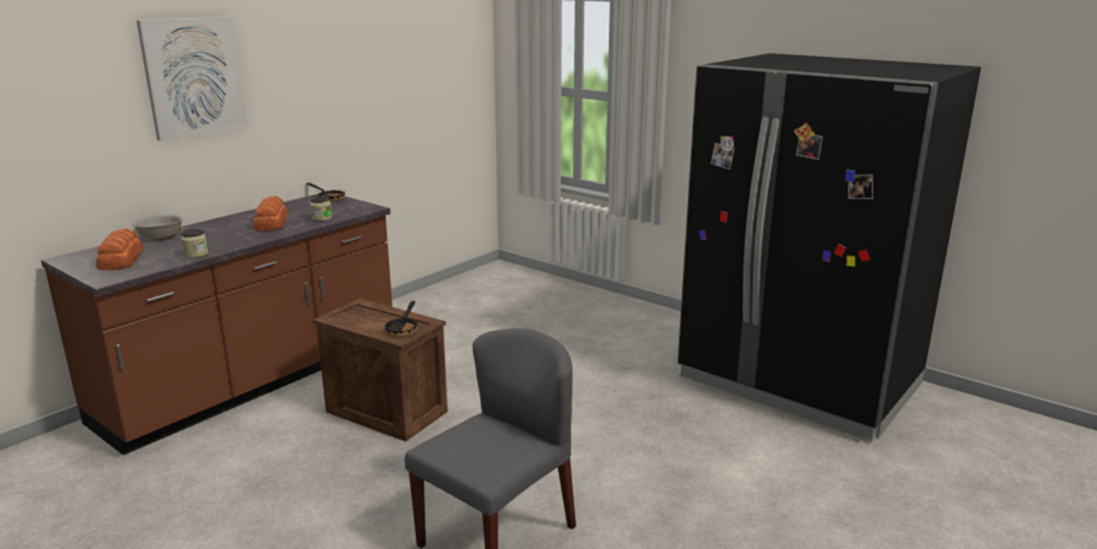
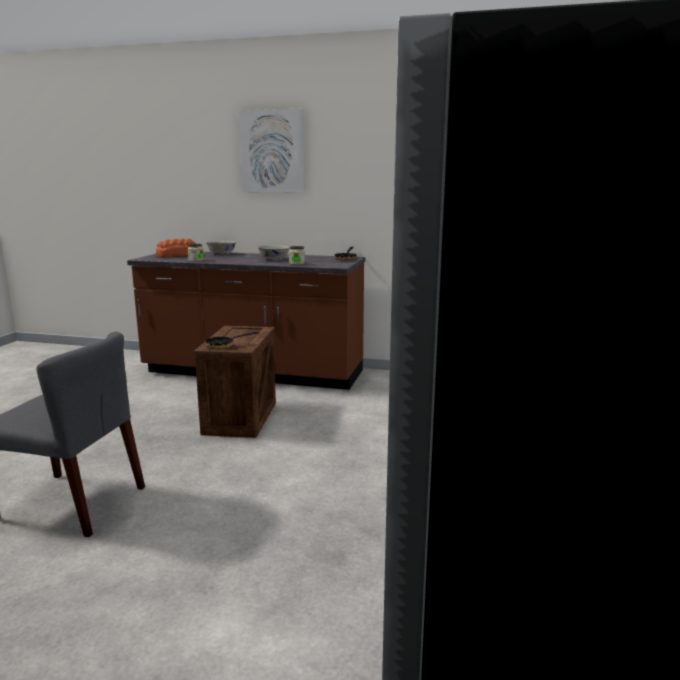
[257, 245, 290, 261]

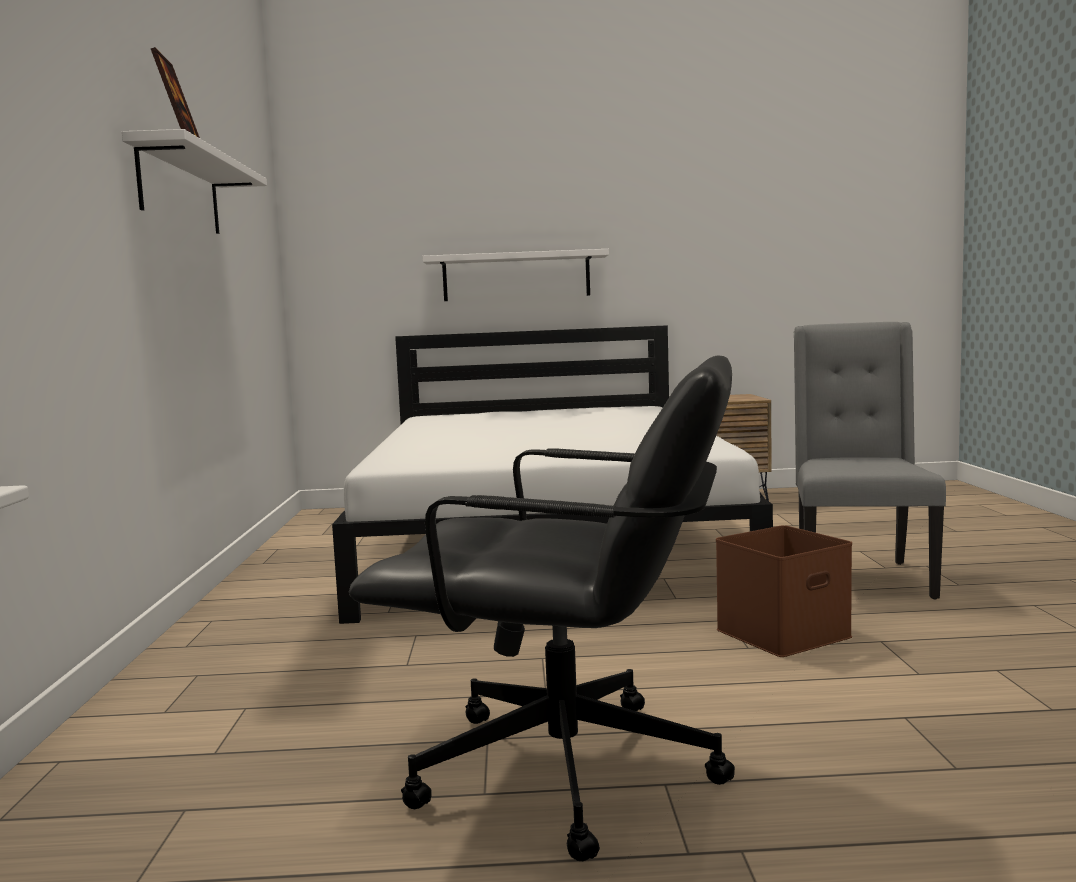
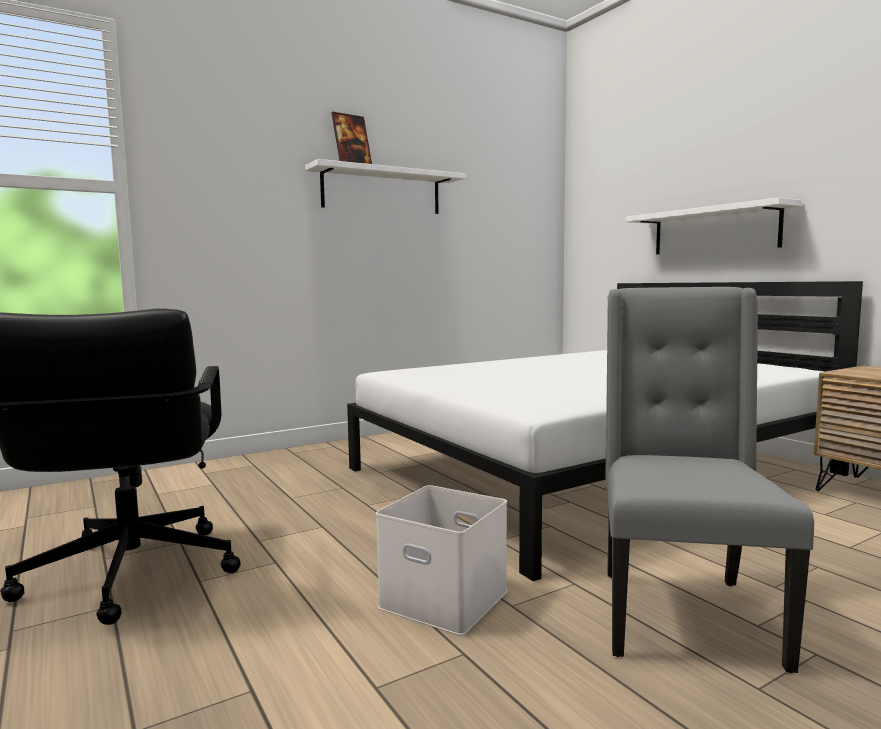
[376, 485, 507, 636]
[605, 287, 814, 673]

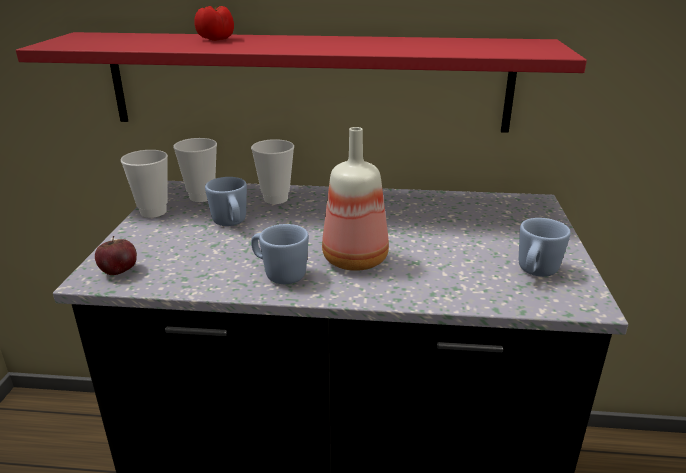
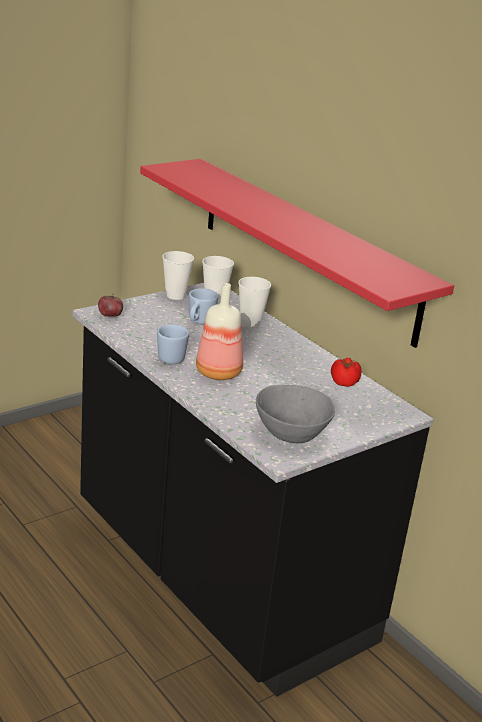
[256, 385, 335, 443]
[331, 358, 361, 387]

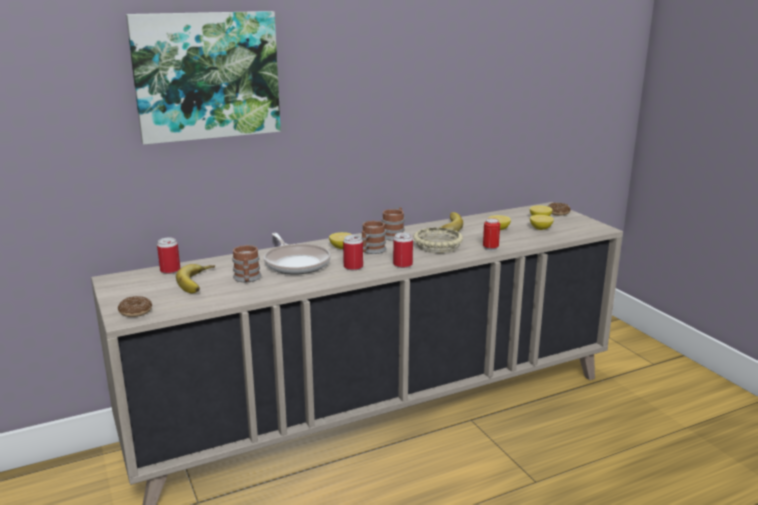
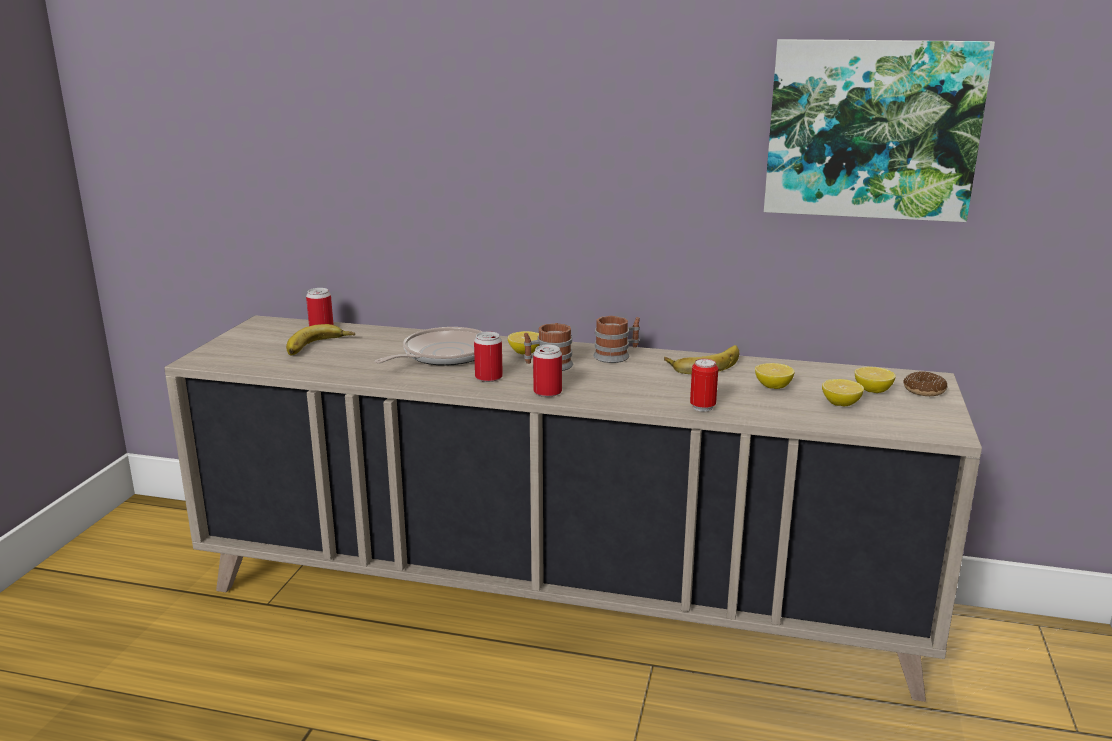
[375, 327, 483, 366]
[764, 39, 995, 222]
[118, 296, 152, 317] (first image)
[232, 245, 261, 282] (first image)
[413, 227, 463, 253] (first image)

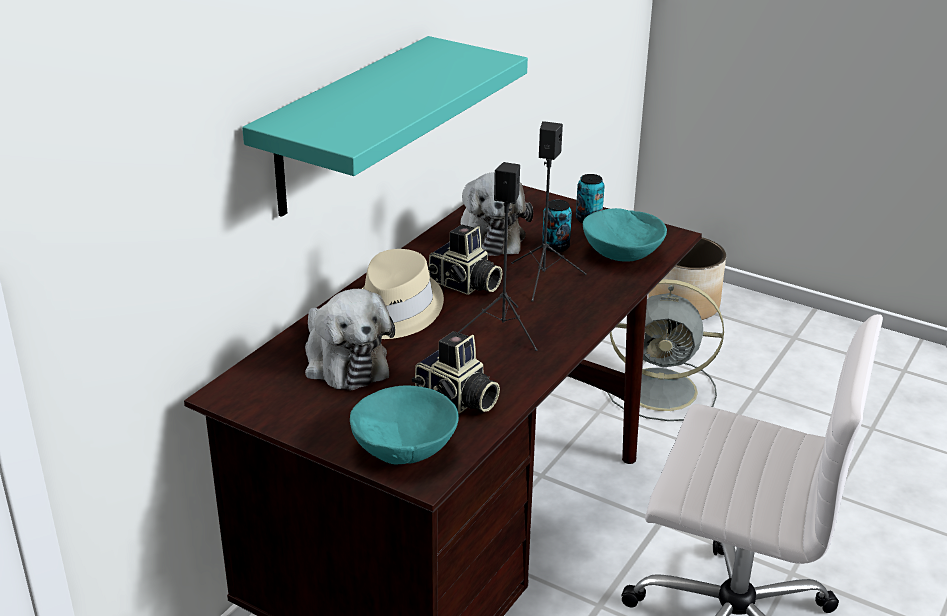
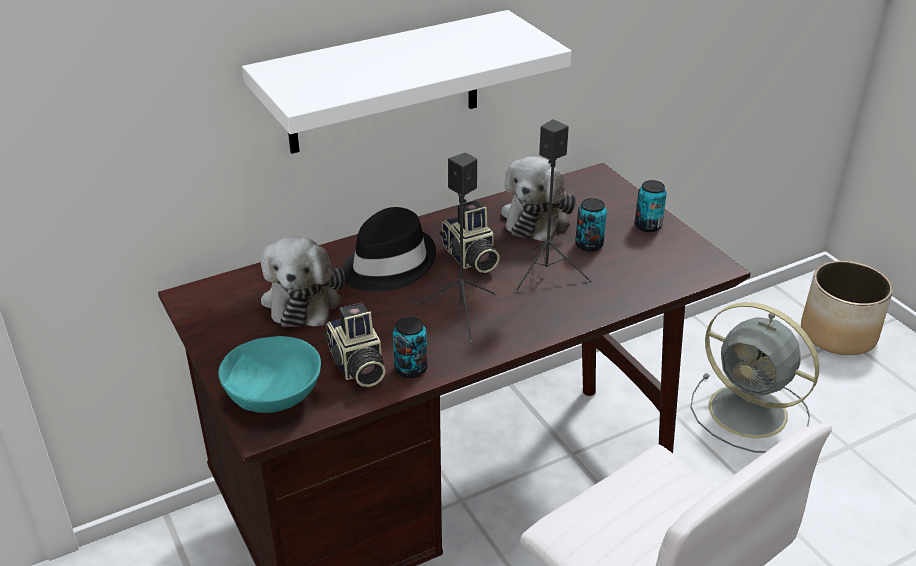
[242, 10, 572, 154]
[342, 207, 436, 291]
[393, 317, 427, 378]
[583, 208, 667, 262] (first image)

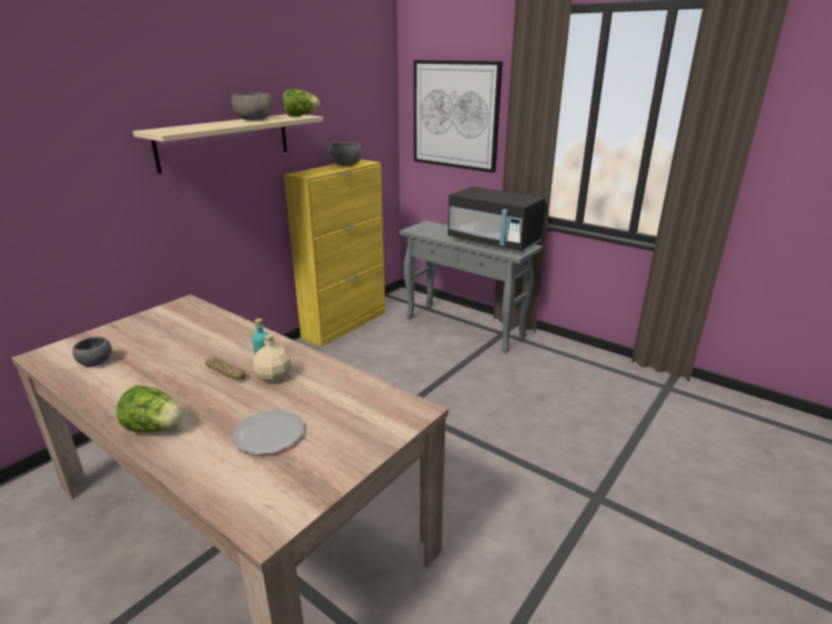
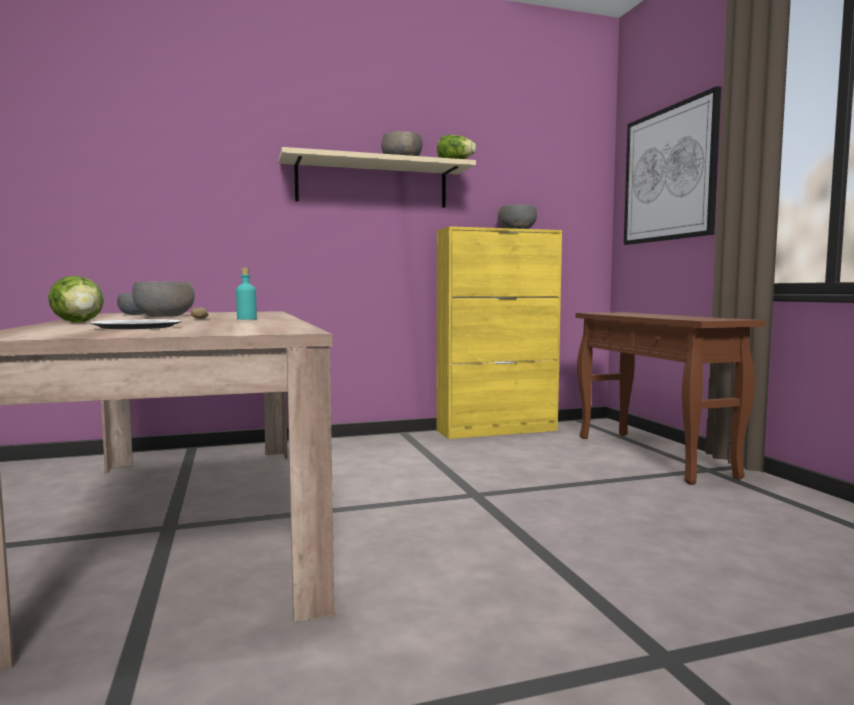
[132, 281, 195, 317]
[576, 312, 765, 485]
[253, 334, 292, 383] (first image)
[448, 186, 545, 252] (first image)

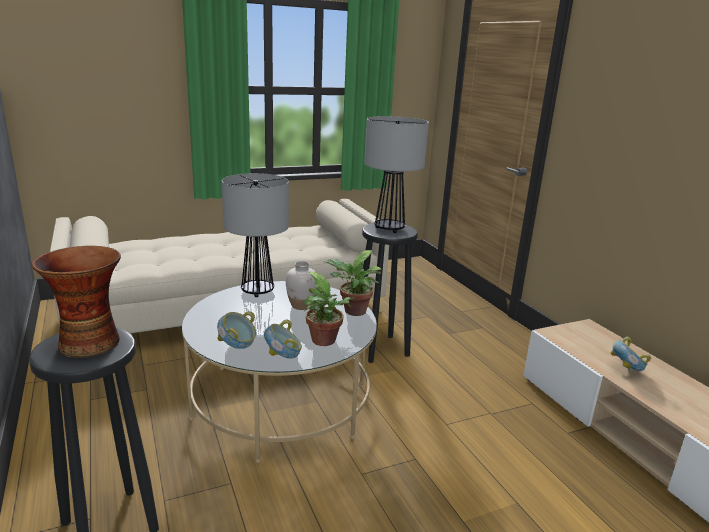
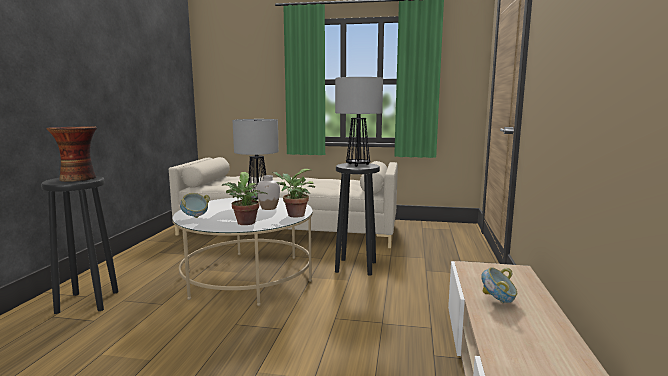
[264, 320, 302, 359] (first image)

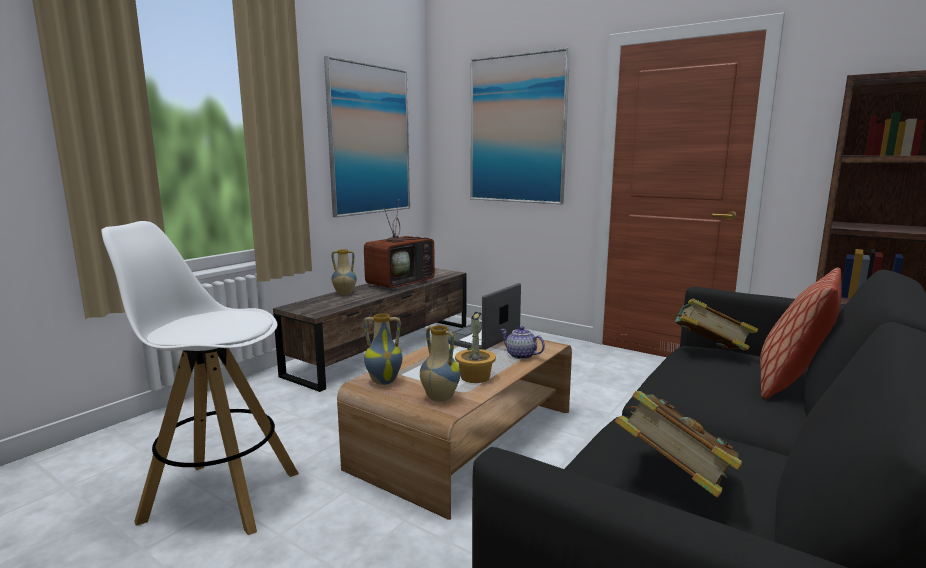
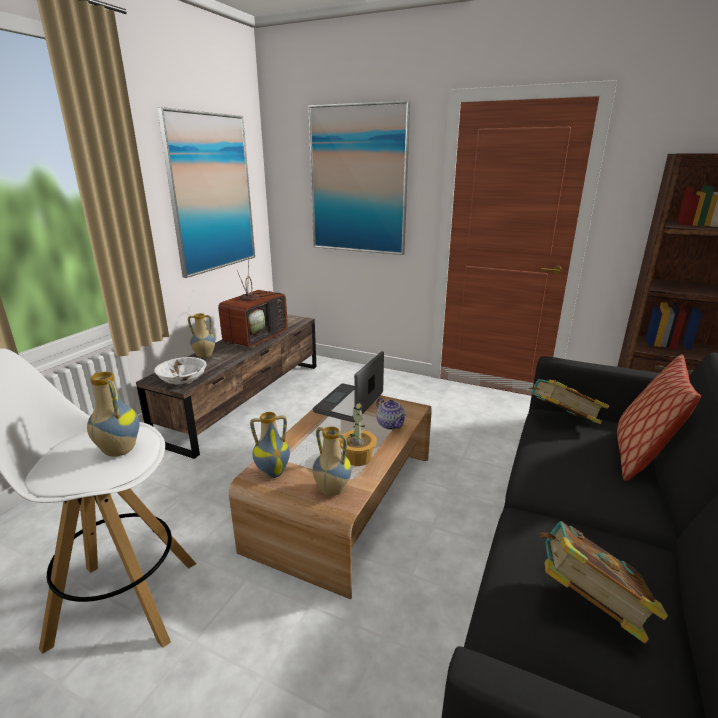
[87, 372, 140, 457]
[155, 357, 207, 385]
[376, 397, 406, 430]

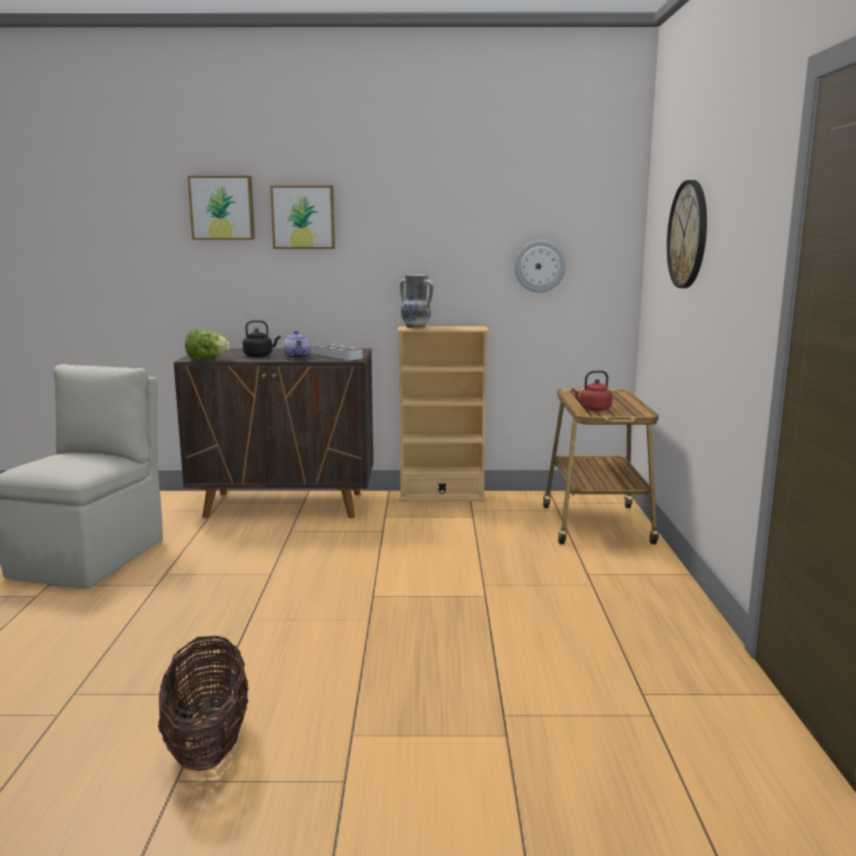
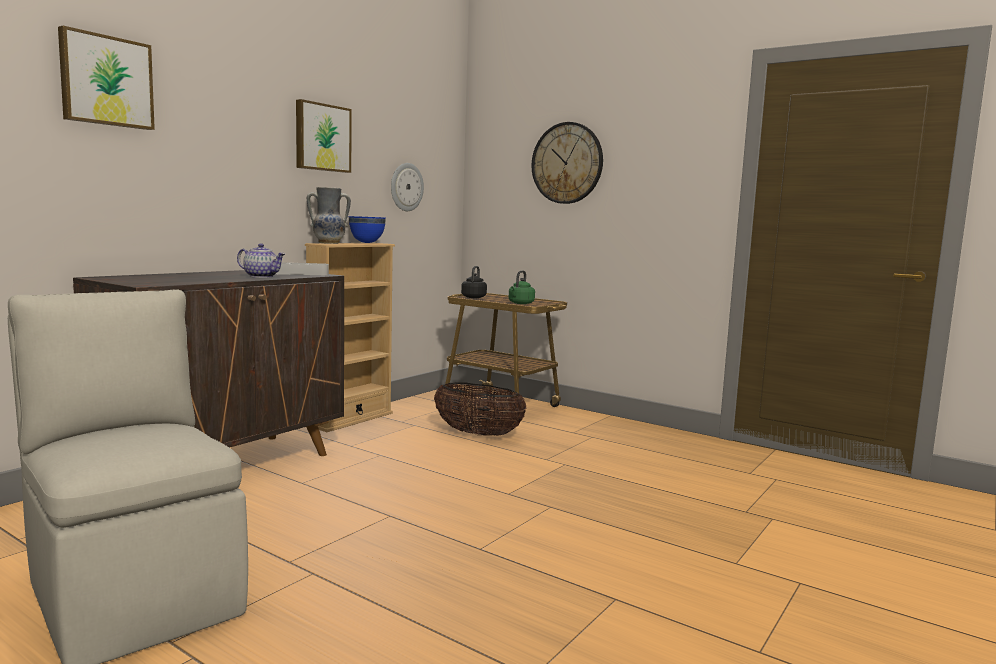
[296, 99, 352, 173]
[348, 216, 386, 243]
[434, 383, 526, 436]
[461, 266, 487, 298]
[509, 270, 535, 304]
[185, 329, 230, 360] (first image)

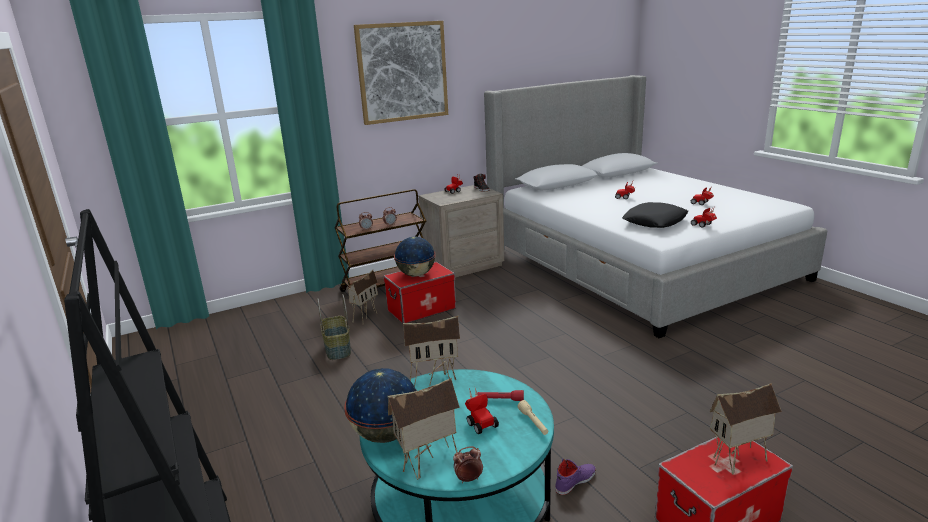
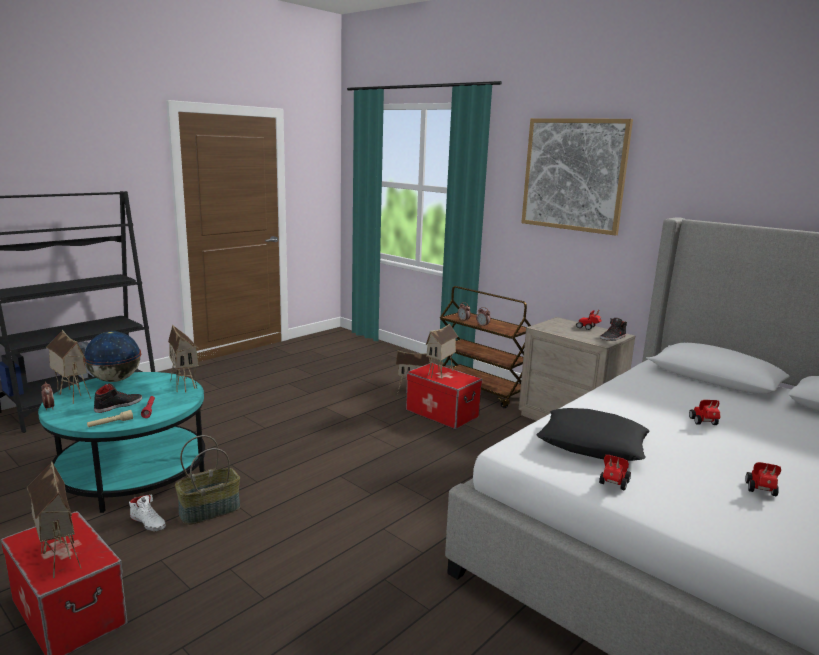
[94, 383, 142, 413]
[129, 494, 166, 531]
[175, 435, 240, 525]
[426, 324, 458, 378]

